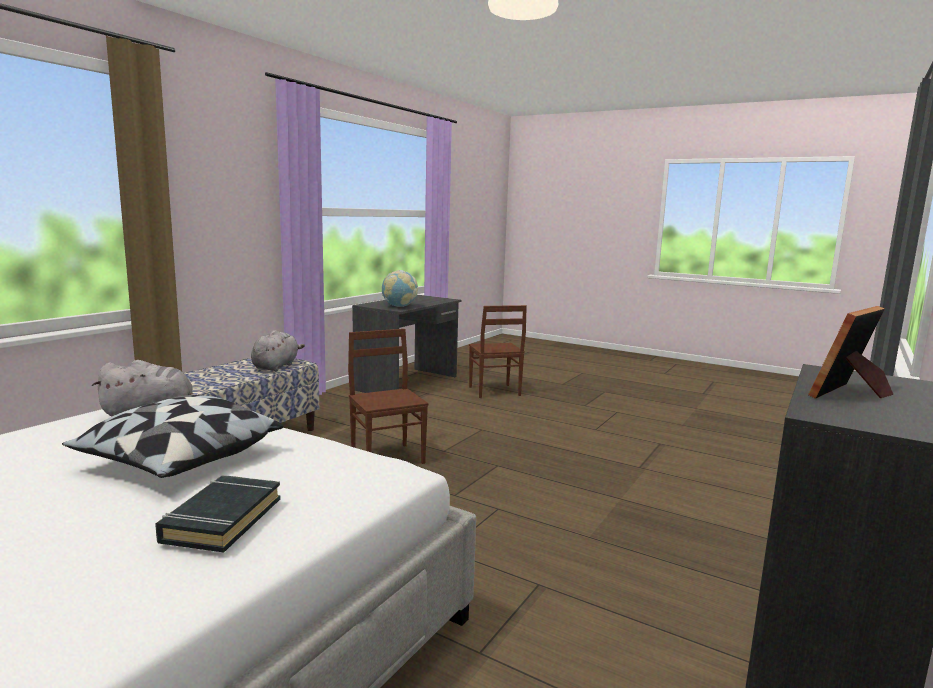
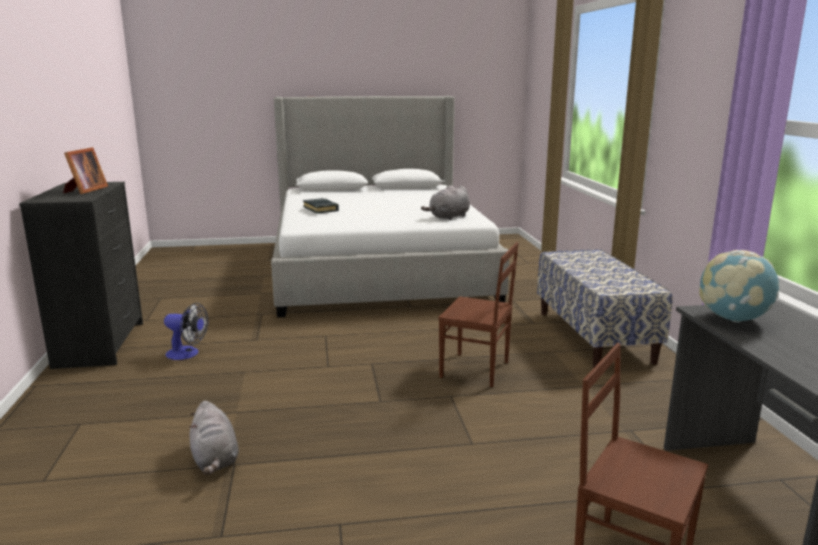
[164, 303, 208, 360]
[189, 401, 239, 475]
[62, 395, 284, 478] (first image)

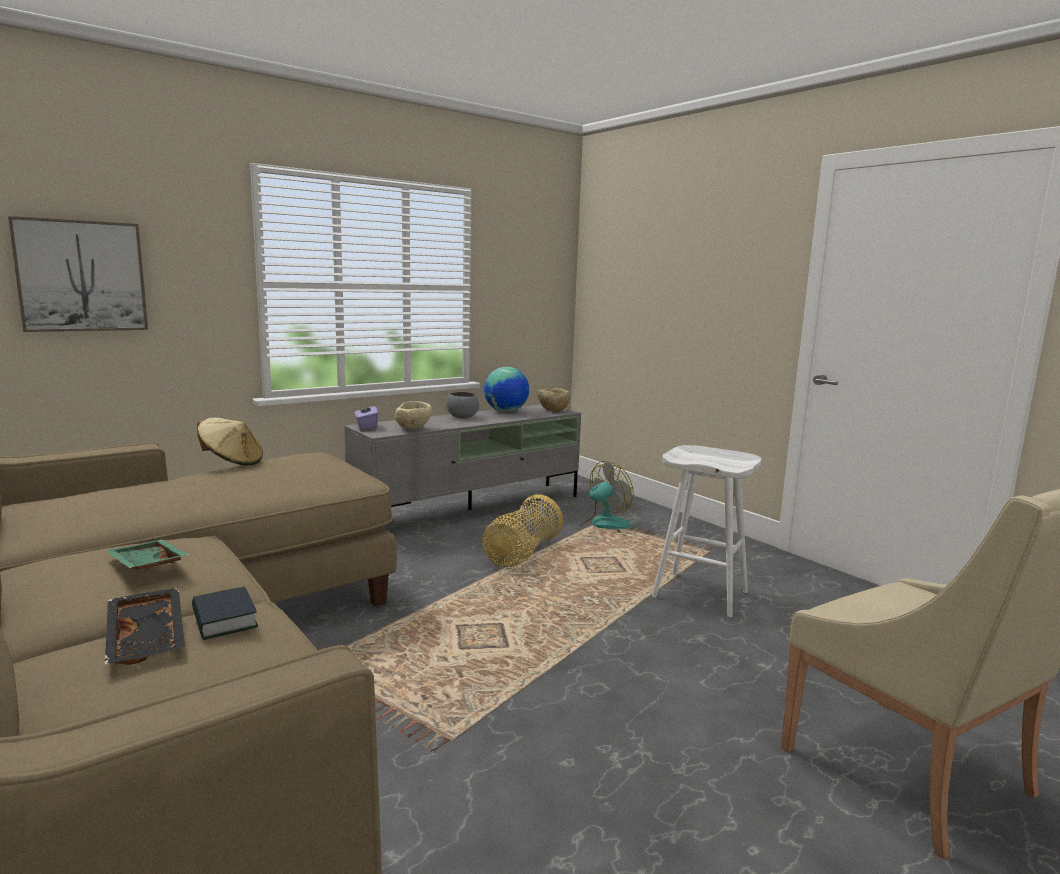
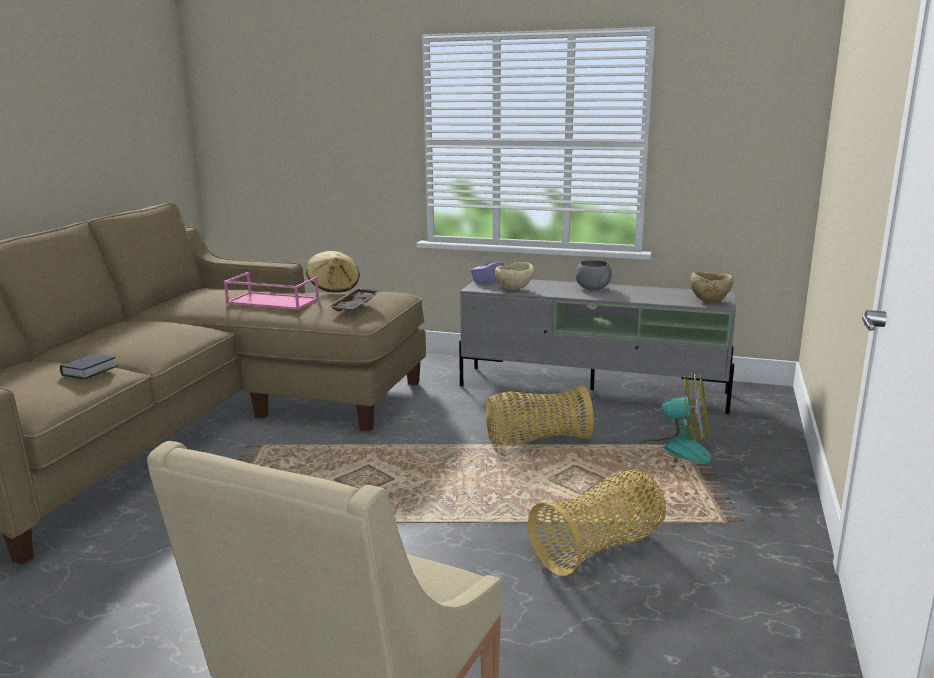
[224, 272, 319, 310]
[327, 288, 381, 311]
[528, 470, 666, 576]
[8, 216, 148, 332] (first image)
[106, 540, 190, 570] (first image)
[484, 367, 529, 412] (first image)

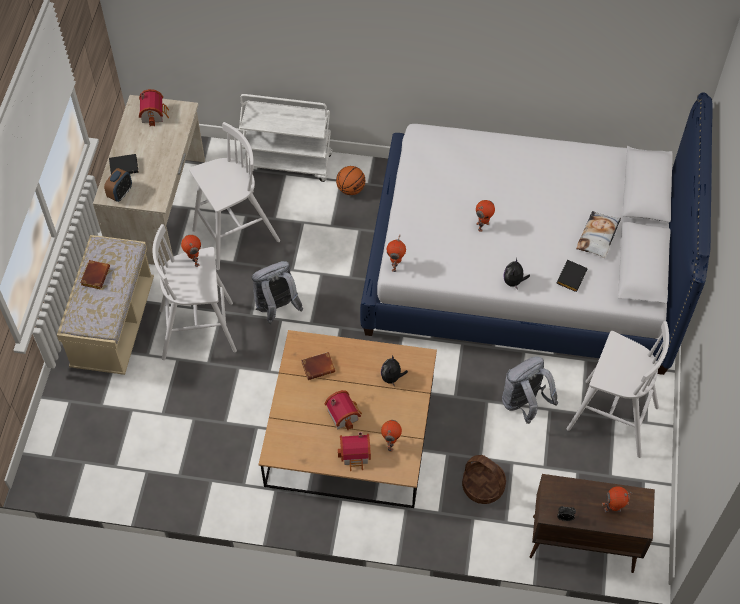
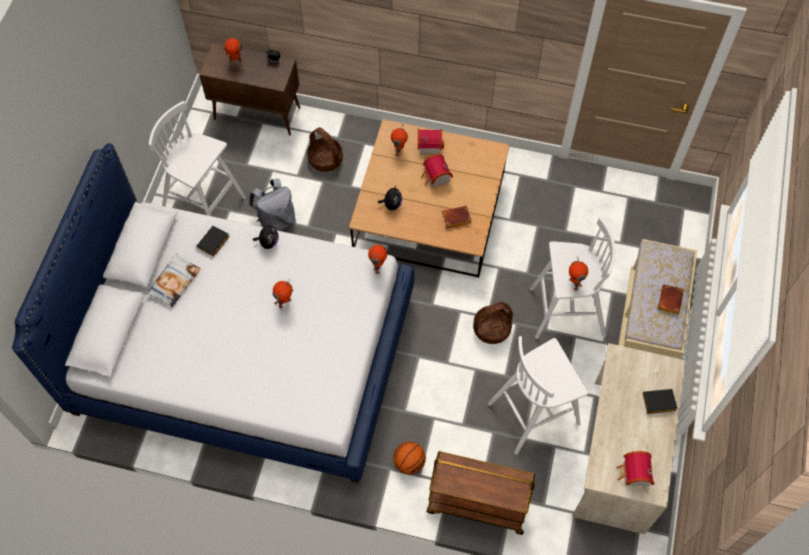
[427, 451, 535, 535]
[473, 302, 513, 344]
[104, 168, 132, 202] (first image)

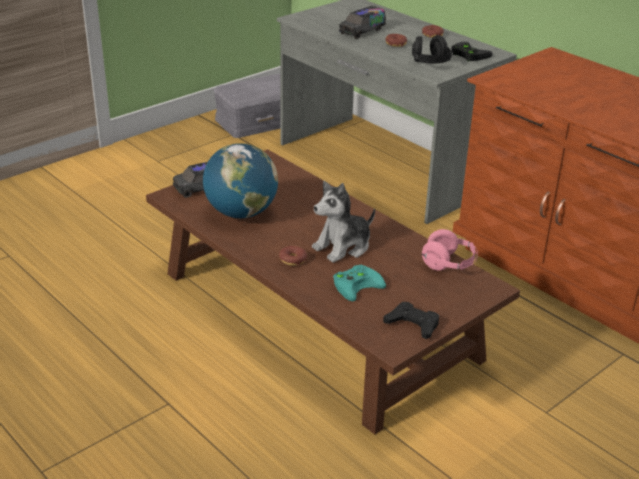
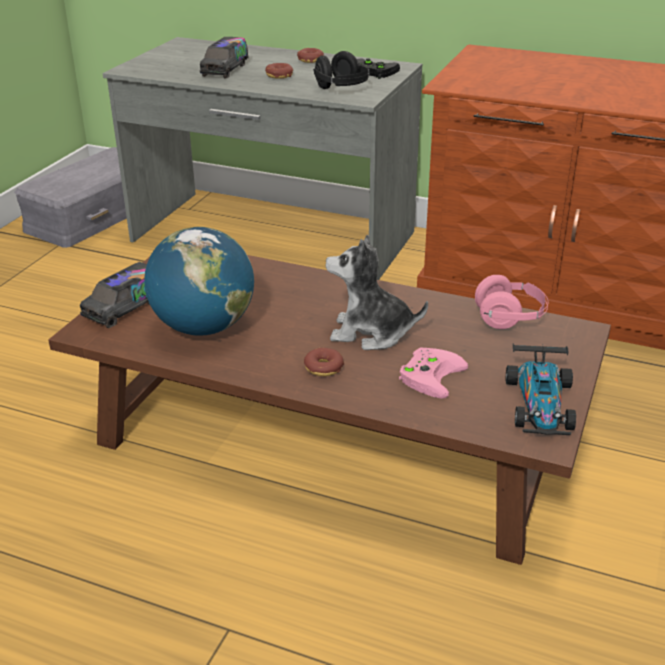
[326, 235, 428, 350]
[399, 348, 468, 399]
[506, 343, 576, 435]

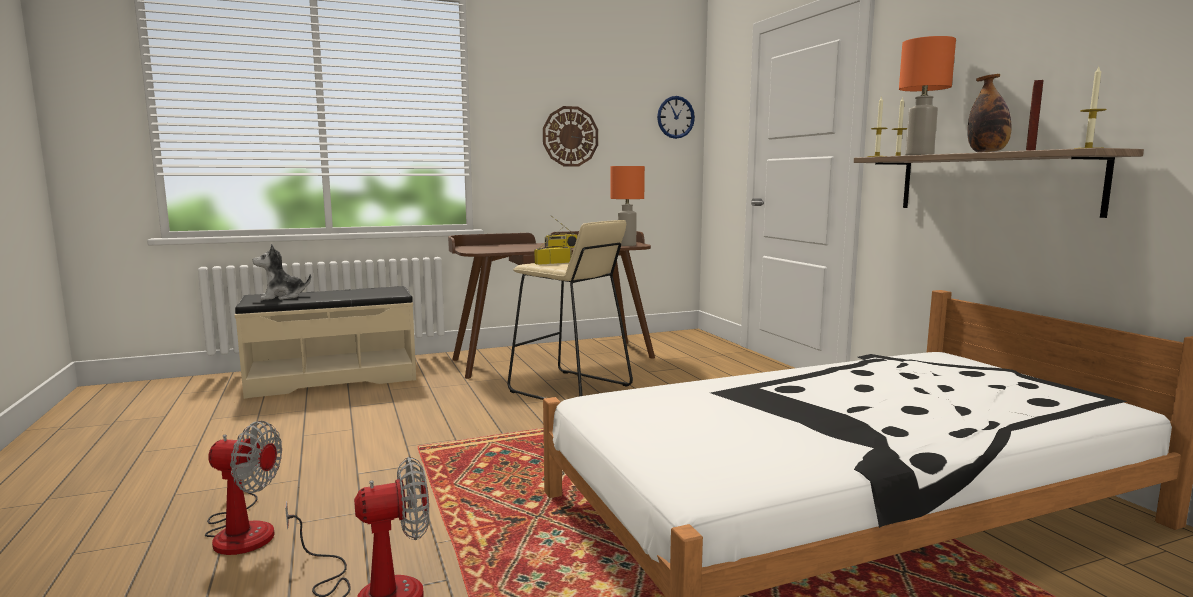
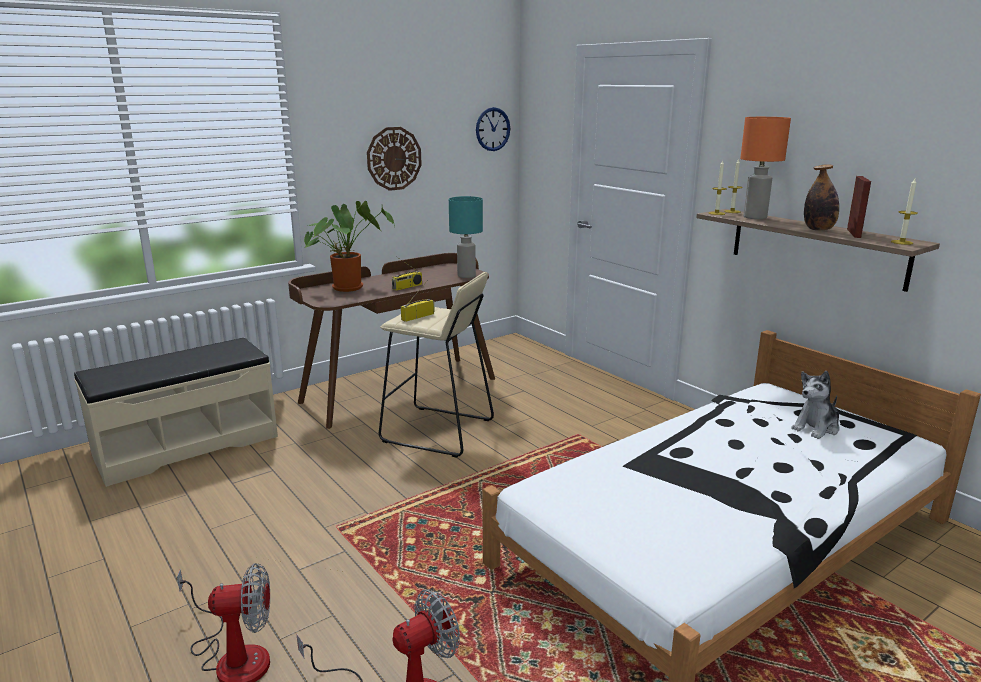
[304, 201, 395, 292]
[449, 196, 483, 278]
[791, 371, 840, 439]

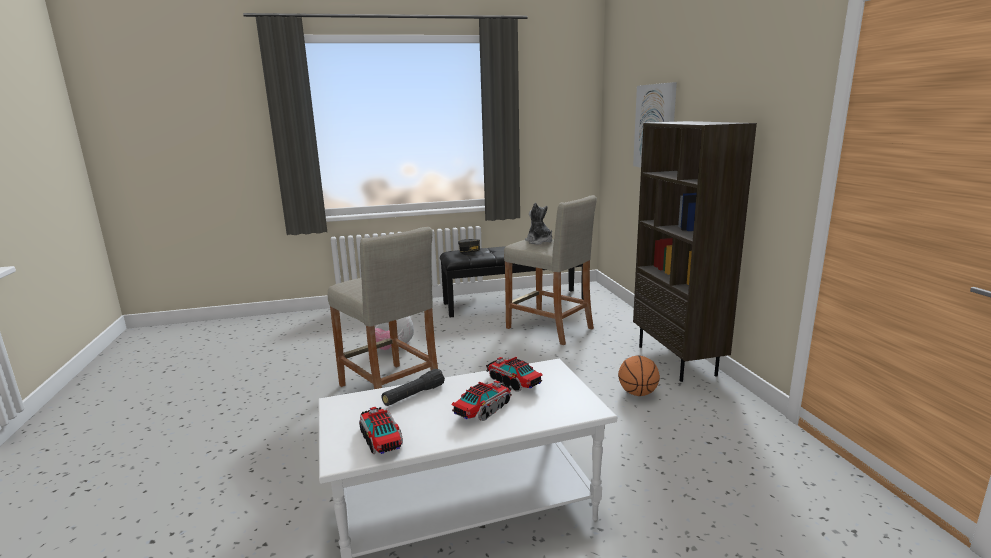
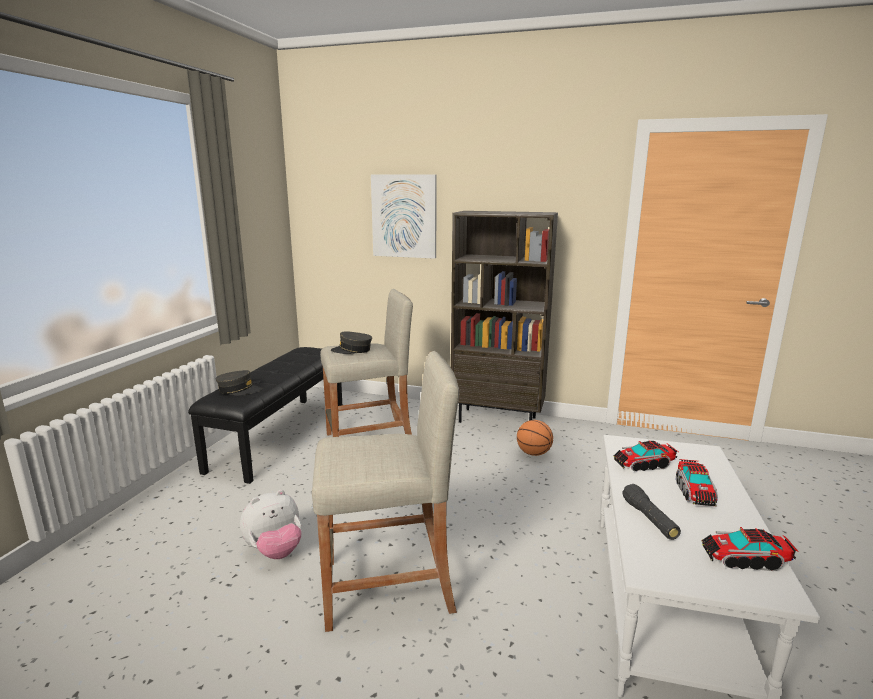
[331, 331, 372, 354]
[676, 459, 718, 506]

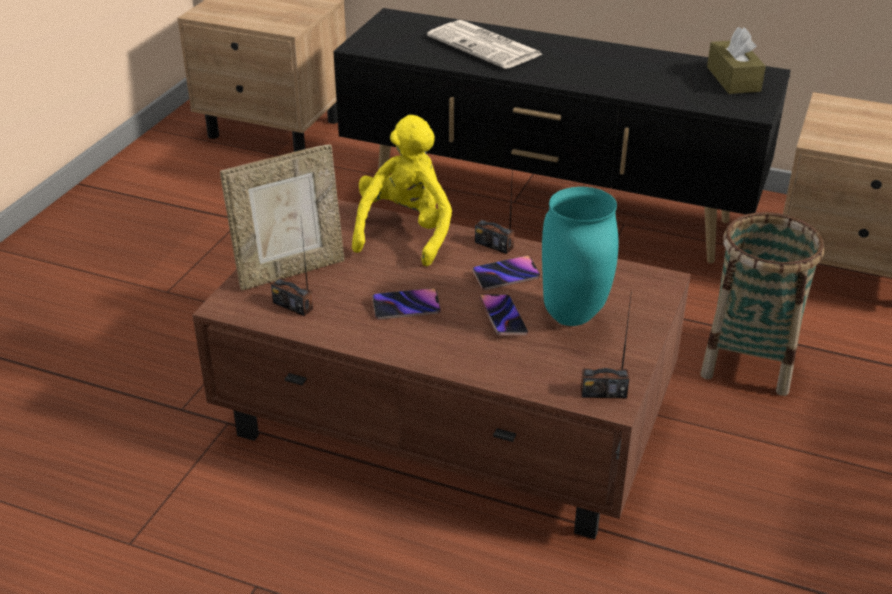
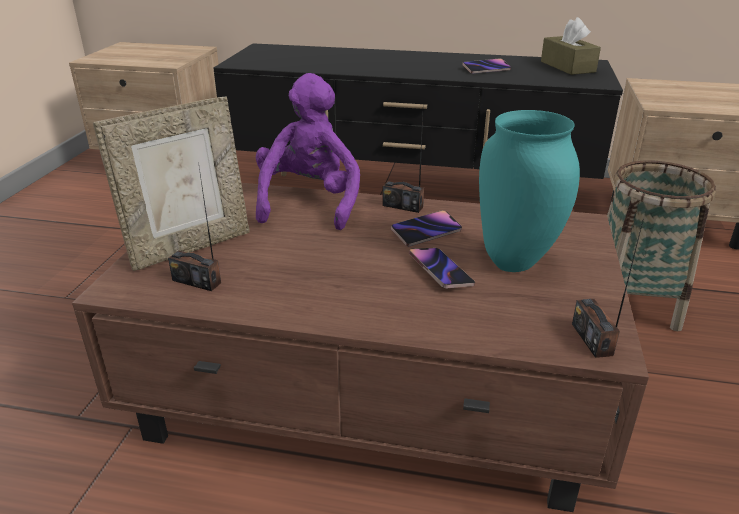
[256, 73, 360, 230]
[462, 58, 511, 74]
[572, 218, 644, 358]
[427, 20, 544, 69] (first image)

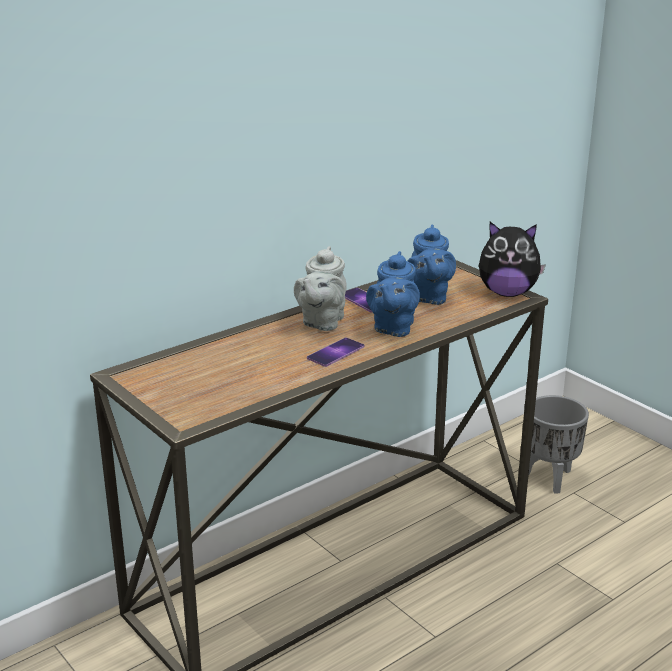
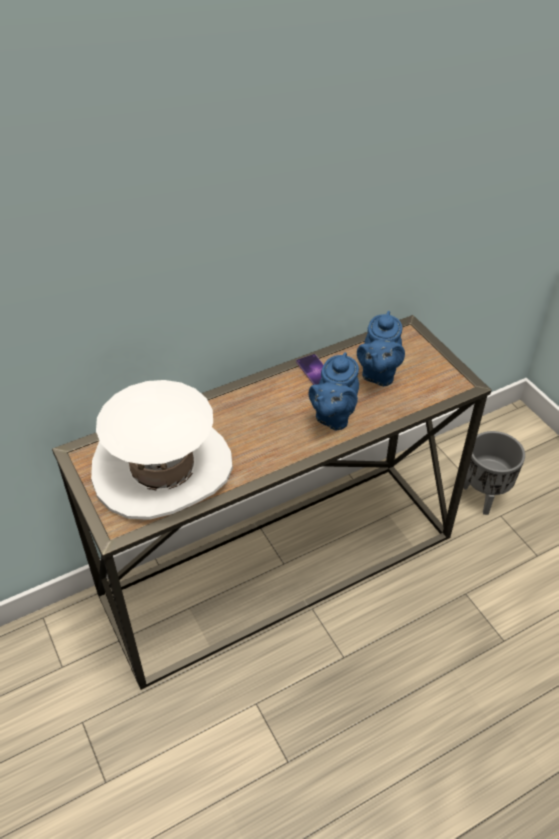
[91, 380, 233, 520]
[294, 246, 347, 331] (first image)
[307, 337, 364, 367] (first image)
[479, 222, 546, 297] (first image)

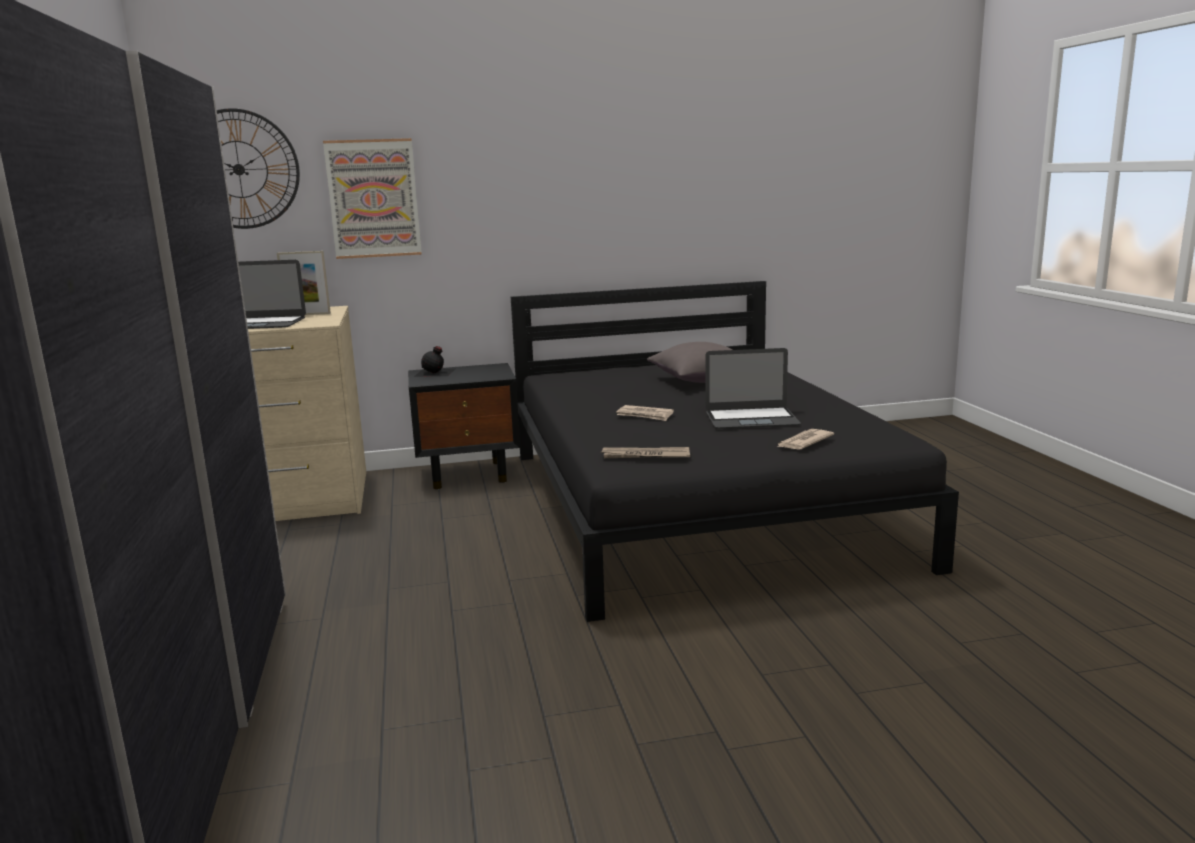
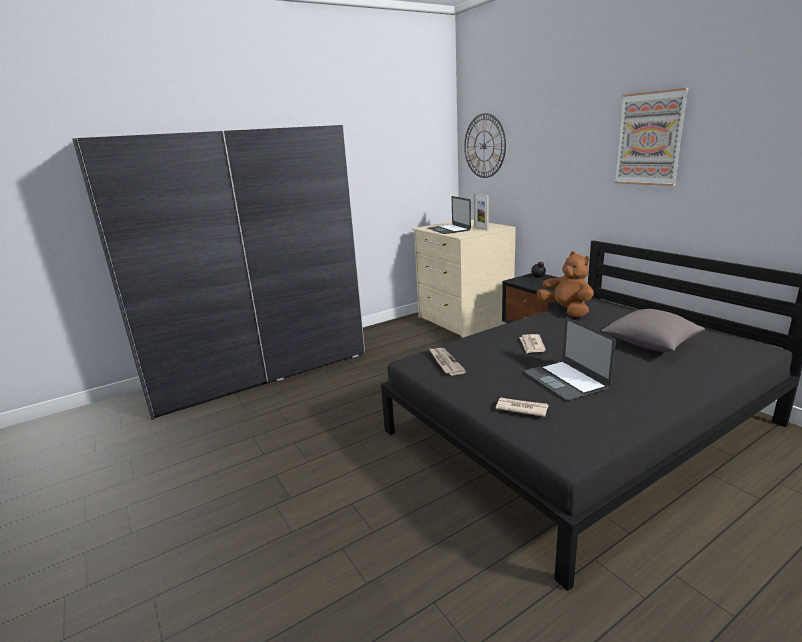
[537, 251, 594, 317]
[614, 88, 689, 186]

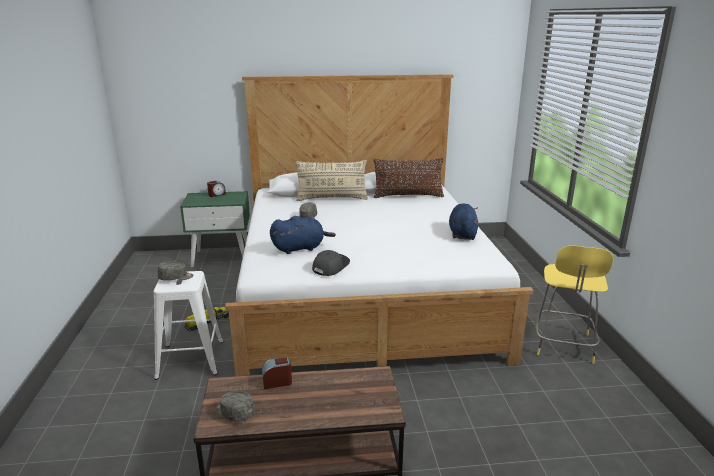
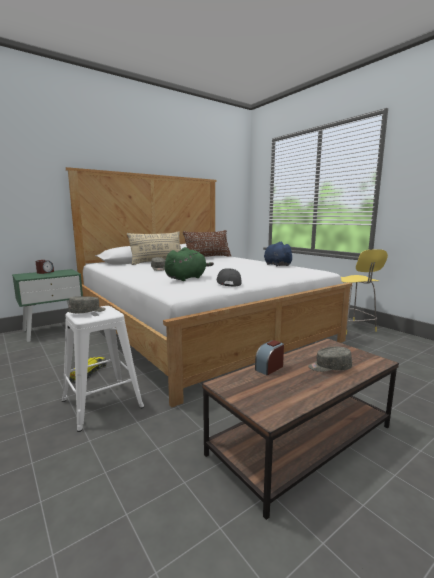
[165, 247, 214, 281]
[308, 347, 352, 372]

